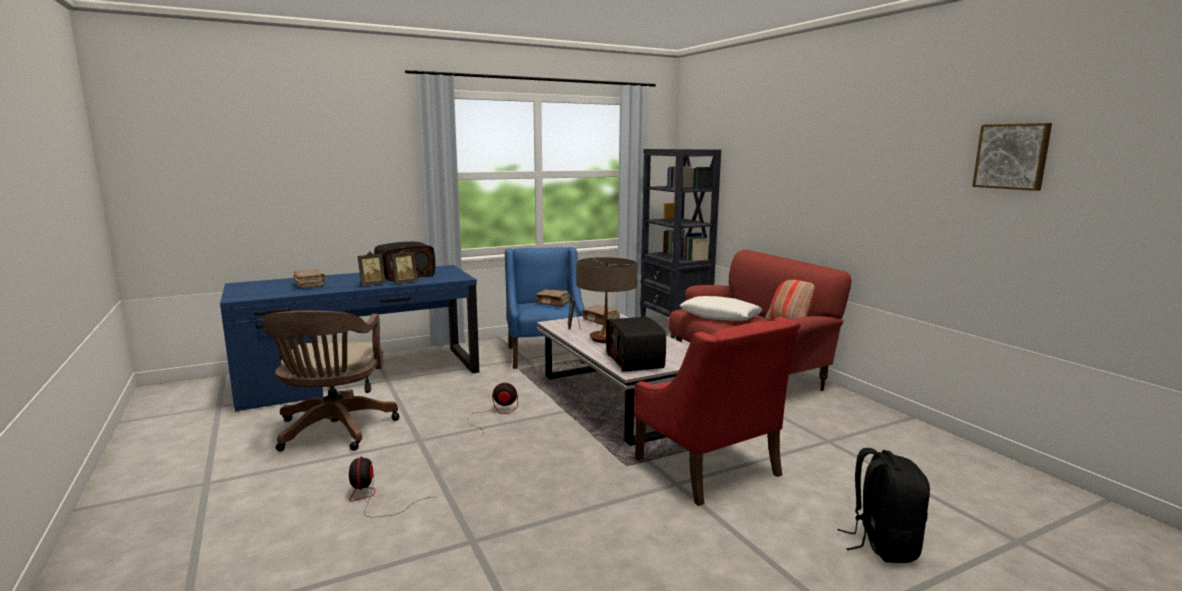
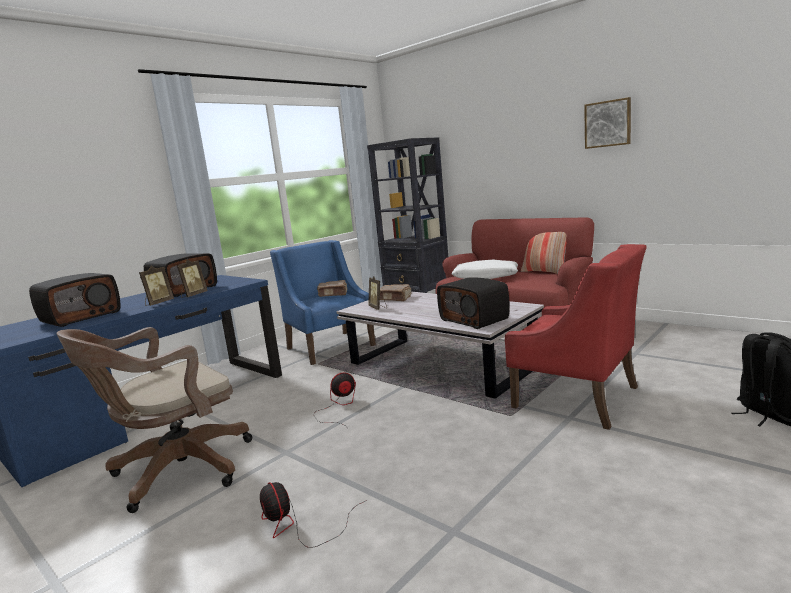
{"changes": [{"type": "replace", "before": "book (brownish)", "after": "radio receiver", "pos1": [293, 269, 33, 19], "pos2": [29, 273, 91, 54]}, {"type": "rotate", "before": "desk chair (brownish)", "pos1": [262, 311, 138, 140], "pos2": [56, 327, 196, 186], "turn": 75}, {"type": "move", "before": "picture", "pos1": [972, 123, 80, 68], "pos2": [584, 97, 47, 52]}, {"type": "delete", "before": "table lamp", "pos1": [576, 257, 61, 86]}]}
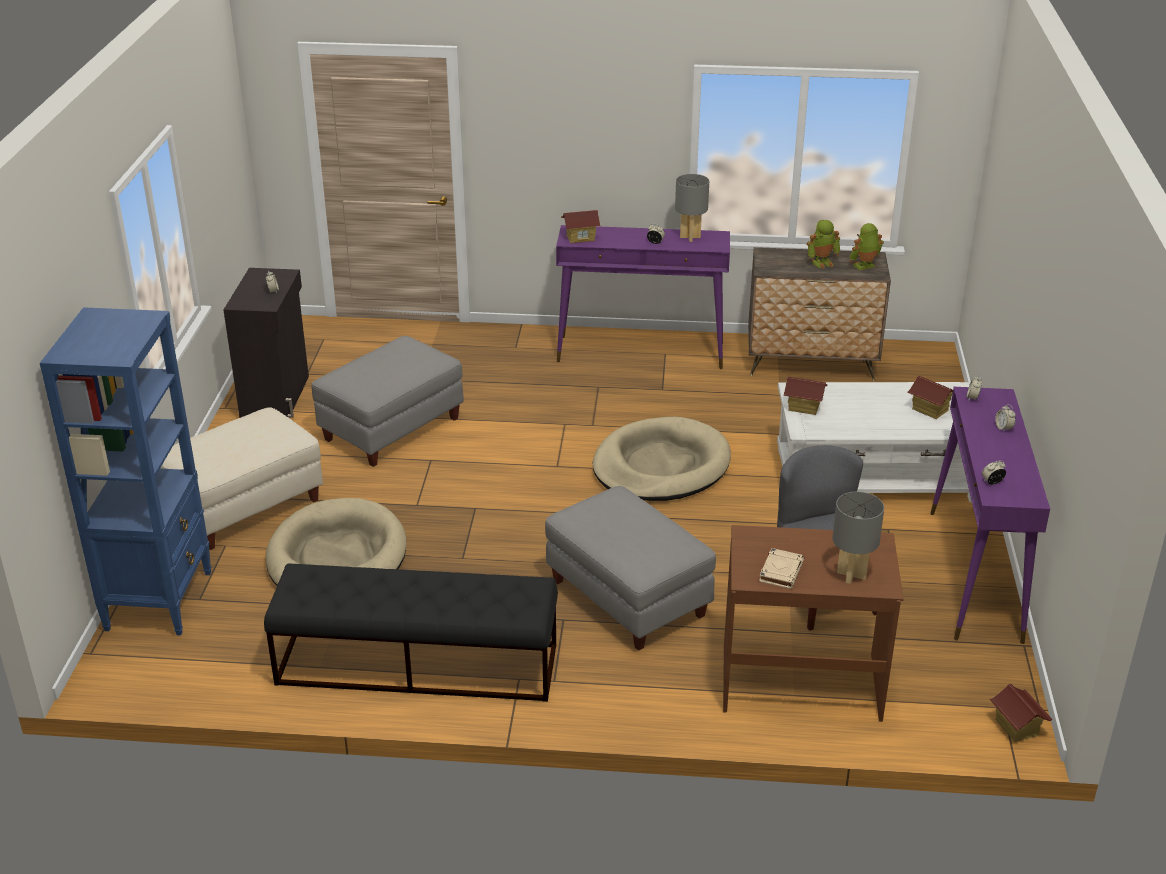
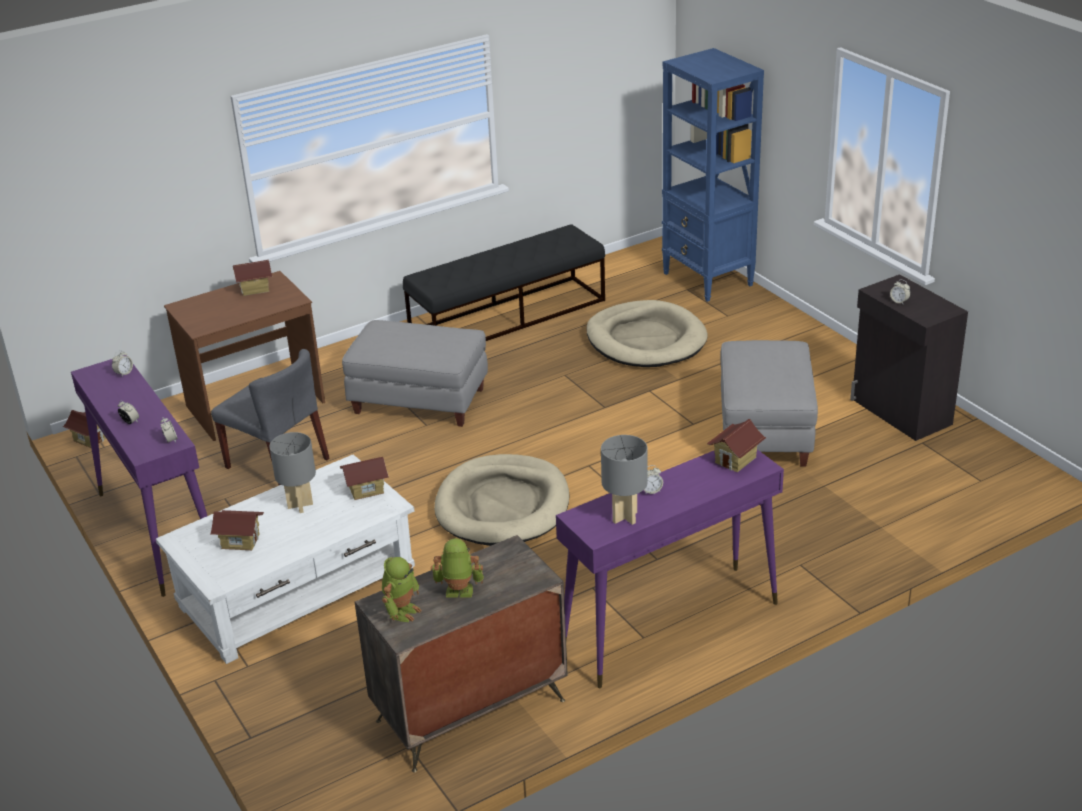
{"changes": [{"type": "replace", "before": "book (beige-coloured)", "after": "miniature house", "pos1": [759, 548, 45, 41], "pos2": [233, 260, 39, 36]}, {"type": "move", "before": "table lamp (greyish)", "pos1": [832, 492, 52, 92], "pos2": [269, 432, 47, 81]}, {"type": "rotate", "before": "toy robot", "pos1": [807, 220, 33, 49], "pos2": [431, 538, 53, 60], "turn": 60}, {"type": "delete", "before": "pouffe (beige-coloured)", "pos1": [161, 407, 162, 143]}]}
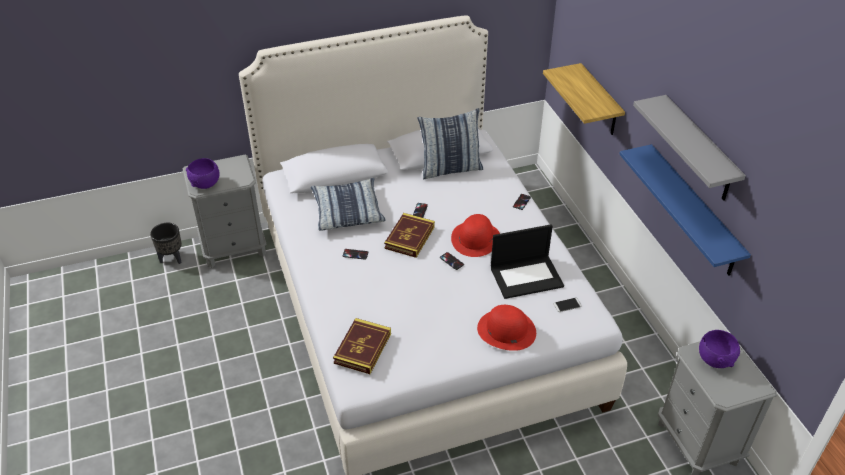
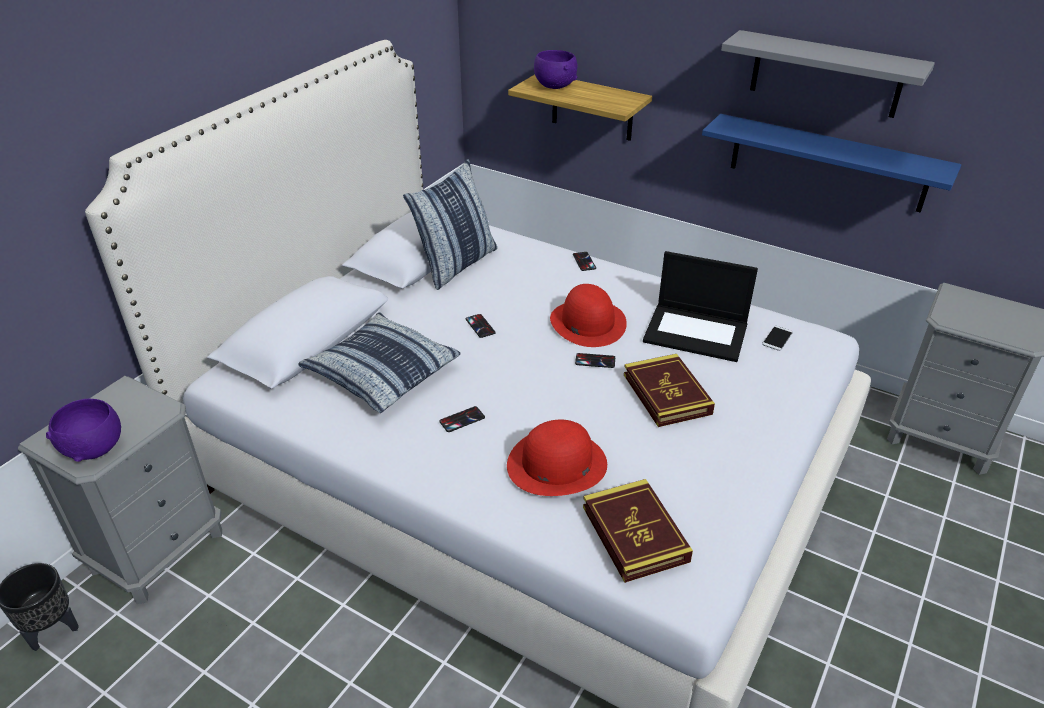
{"changes": [{"type": "move", "before": "hat (red-coloured)", "pos1": [477, 305, 59, 46], "pos2": [507, 420, 100, 76]}, {"type": "move", "before": "deep dish (purple)", "pos1": [699, 330, 41, 38], "pos2": [534, 50, 44, 39]}, {"type": "move", "before": "book", "pos1": [384, 213, 51, 45], "pos2": [624, 354, 91, 73]}, {"type": "rotate", "before": "notebook computer", "pos1": [491, 224, 73, 75], "pos2": [643, 251, 115, 111], "turn": 75}]}
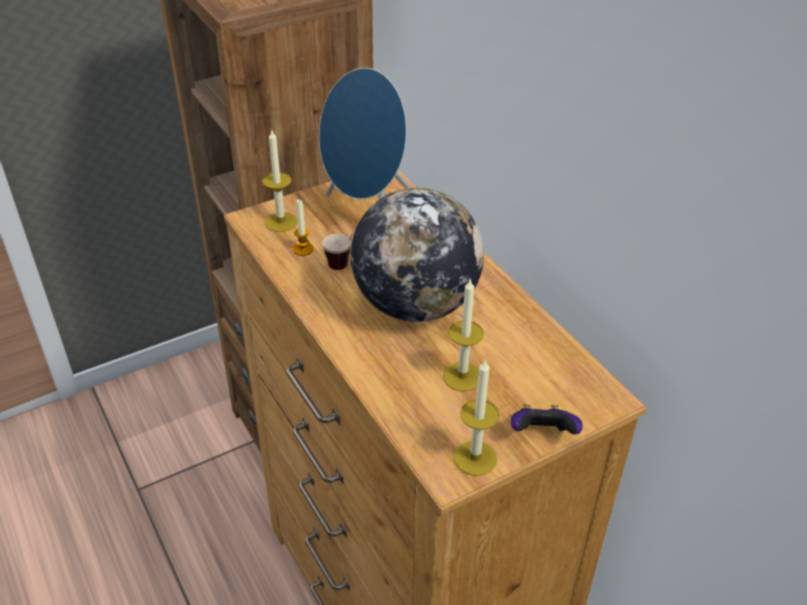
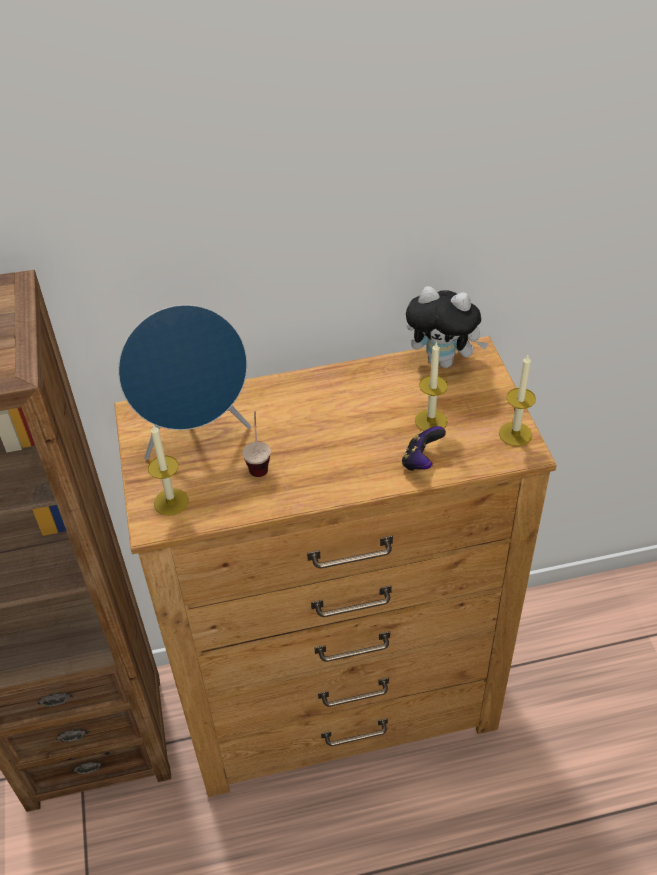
{"changes": [{"type": "move", "before": "gamepad", "pos1": [511, 404, 72, 31], "pos2": [402, 426, 44, 45]}, {"type": "insert", "after": "cuddly toy", "pos2": [406, 286, 83, 82]}, {"type": "delete", "before": "wax candle", "pos1": [293, 199, 21, 57]}, {"type": "delete", "before": "desk globe", "pos1": [351, 188, 133, 134]}]}
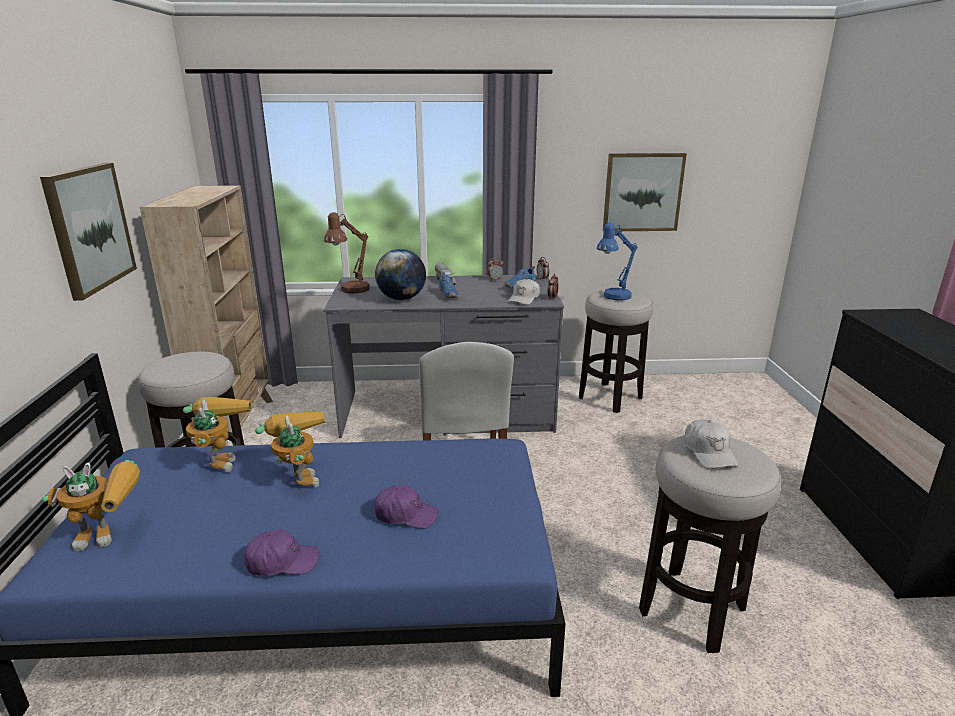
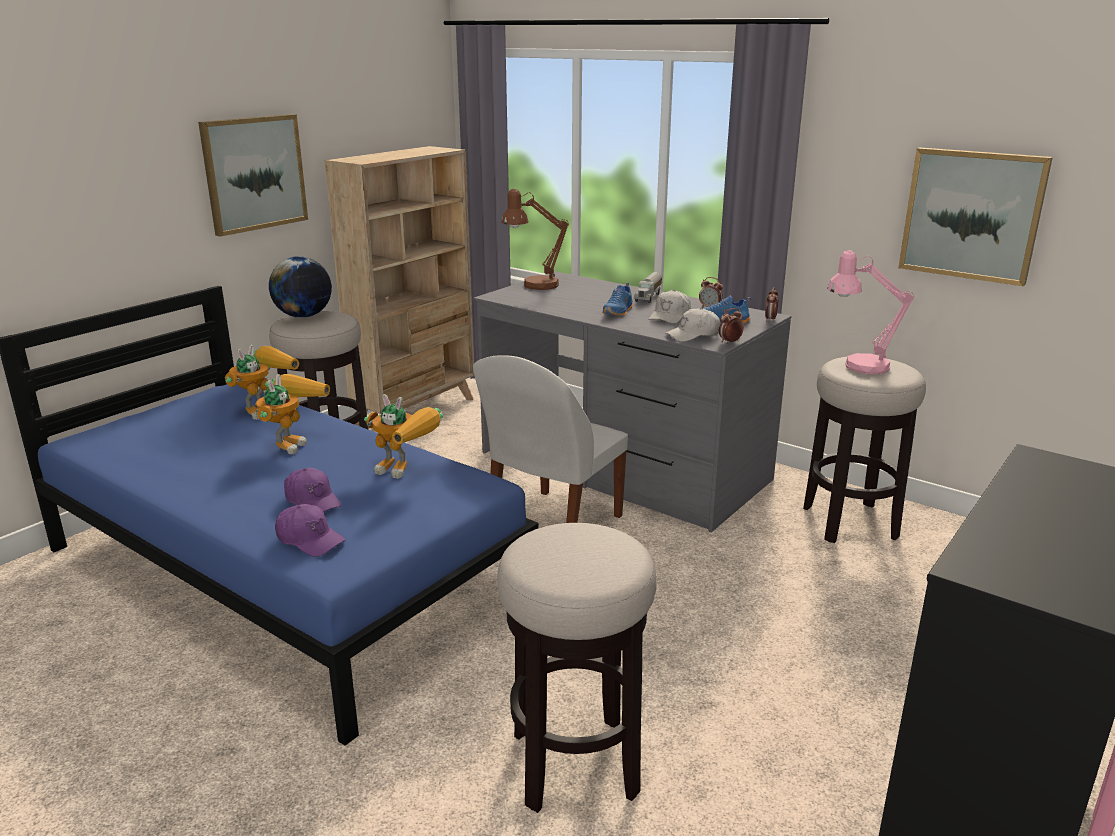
{"changes": [{"type": "move", "before": "desk globe", "pos1": [375, 249, 51, 51], "pos2": [269, 256, 63, 62]}, {"type": "move", "before": "baseball cap (purple)", "pos1": [244, 529, 75, 47], "pos2": [275, 504, 70, 53]}, {"type": "move", "before": "toy robot", "pos1": [42, 460, 98, 91], "pos2": [364, 394, 79, 85]}, {"type": "move", "before": "baseball cap (white-coloured)", "pos1": [685, 419, 54, 50], "pos2": [649, 290, 42, 34]}, {"type": "recolor", "before": "table lamp (blue-coloured)", "after": "table lamp (pink)", "pos1": [597, 223, 41, 77], "pos2": [827, 250, 87, 124]}]}
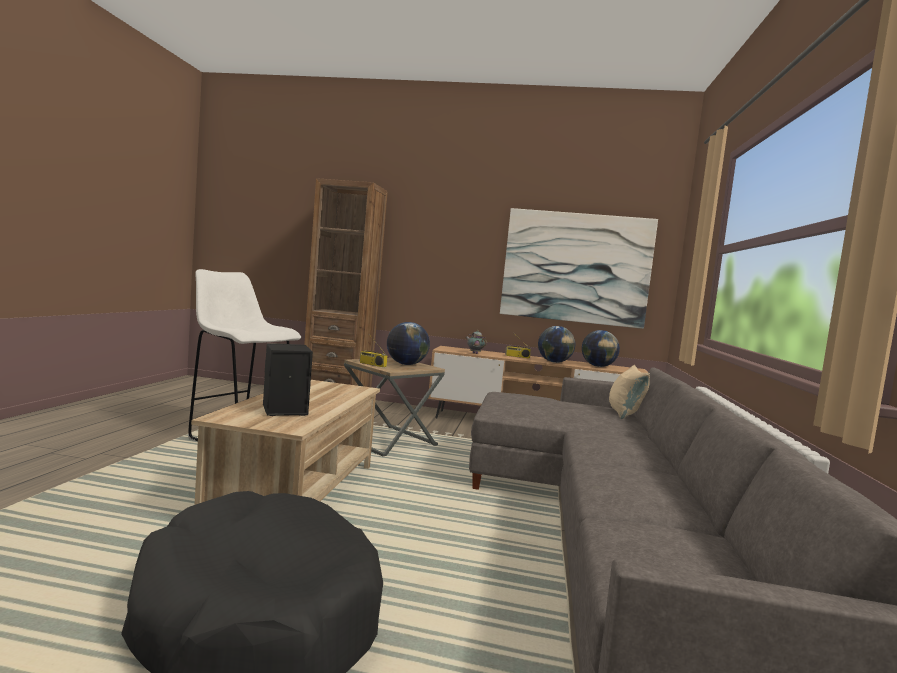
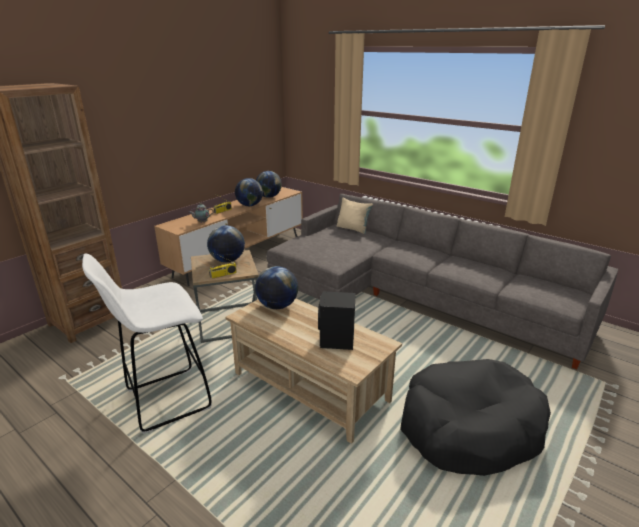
{"changes": [{"type": "insert", "after": "desk globe", "pos2": [255, 266, 43, 43]}, {"type": "delete", "before": "picture", "pos1": [500, 208, 158, 121]}]}
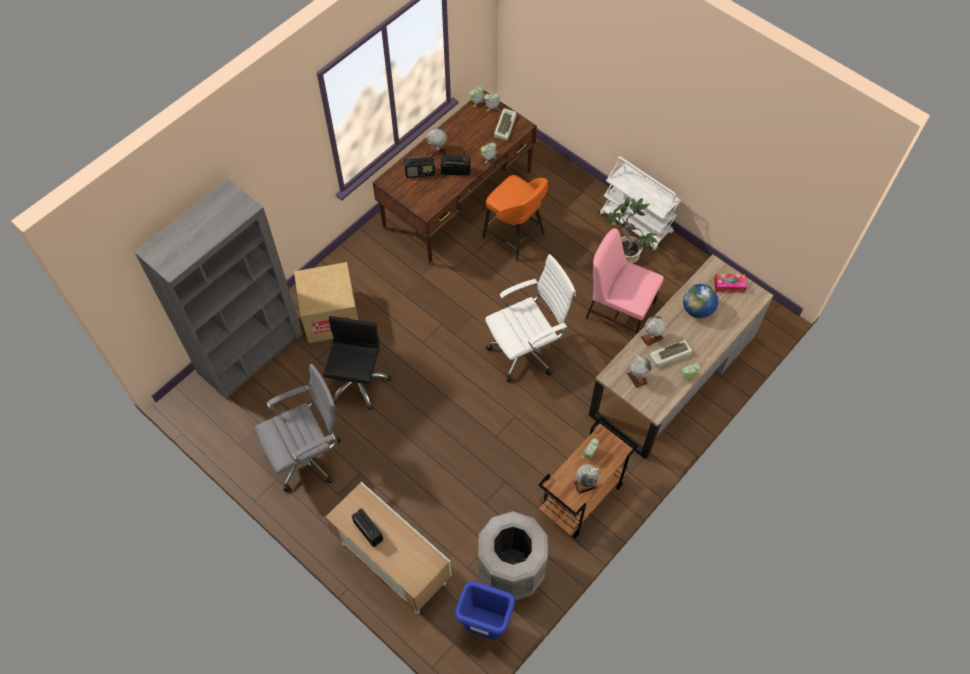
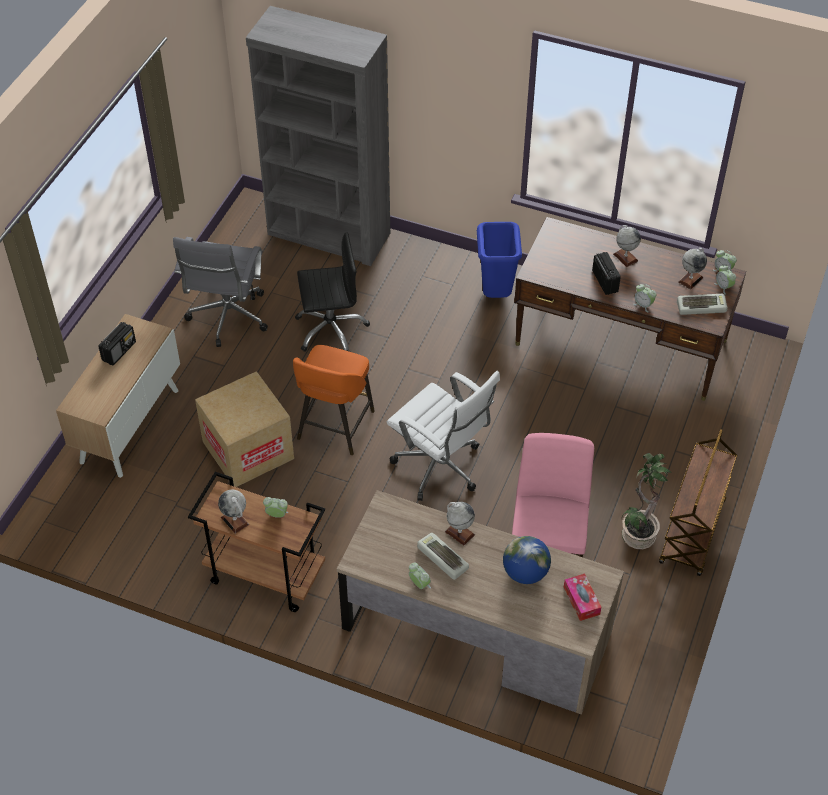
{"changes": [{"type": "rotate", "before": "desk chair (greyish)", "pos1": [255, 364, 86, 128], "pos2": [173, 237, 95, 110], "turn": 60}, {"type": "move", "before": "packing box", "pos1": [294, 262, 64, 81], "pos2": [195, 371, 99, 116]}, {"type": "move", "before": "stool seat (orangey)", "pos1": [482, 175, 66, 86], "pos2": [293, 345, 82, 110]}, {"type": "move", "before": "trash can (blue-coloured)", "pos1": [455, 581, 60, 59], "pos2": [477, 222, 45, 76]}, {"type": "recolor", "before": "trolley (white-coloured)", "after": "trolley (brownish)", "pos1": [599, 156, 82, 95], "pos2": [659, 429, 78, 147]}, {"type": "move", "before": "desk globe", "pos1": [627, 355, 24, 33], "pos2": [678, 248, 29, 42]}, {"type": "delete", "before": "radio receiver", "pos1": [404, 156, 31, 22]}, {"type": "delete", "before": "trash can (greyish)", "pos1": [478, 511, 70, 90]}]}
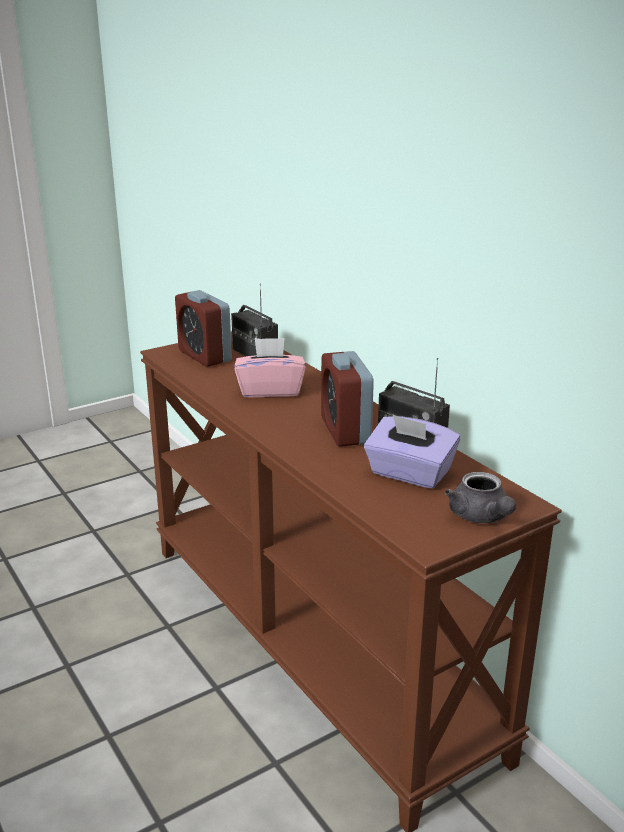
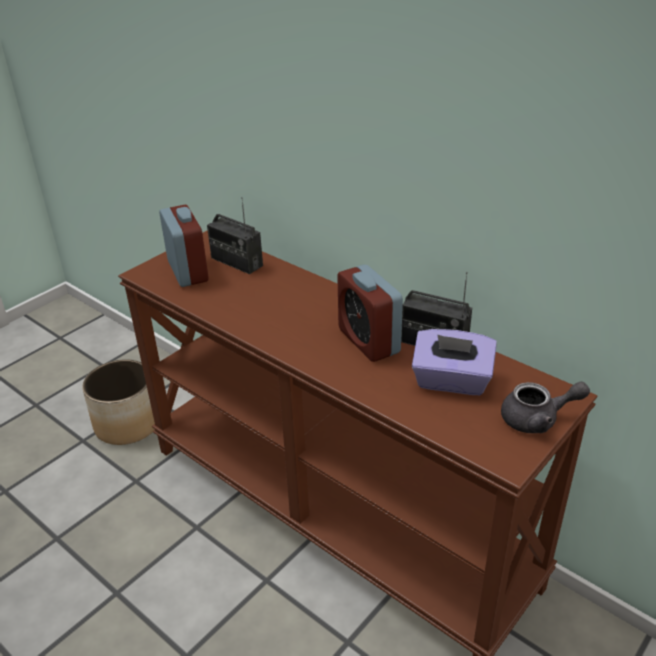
{"changes": [{"type": "insert", "after": "planter", "pos2": [82, 359, 73, 86]}, {"type": "rotate", "before": "alarm clock", "pos1": [175, 290, 57, 77], "pos2": [159, 205, 50, 82], "turn": -150}, {"type": "rotate", "before": "tea pot (greyish)", "pos1": [445, 472, 71, 51], "pos2": [501, 382, 89, 51], "turn": -60}, {"type": "delete", "before": "tissue holder (pink)", "pos1": [234, 338, 72, 60]}]}
